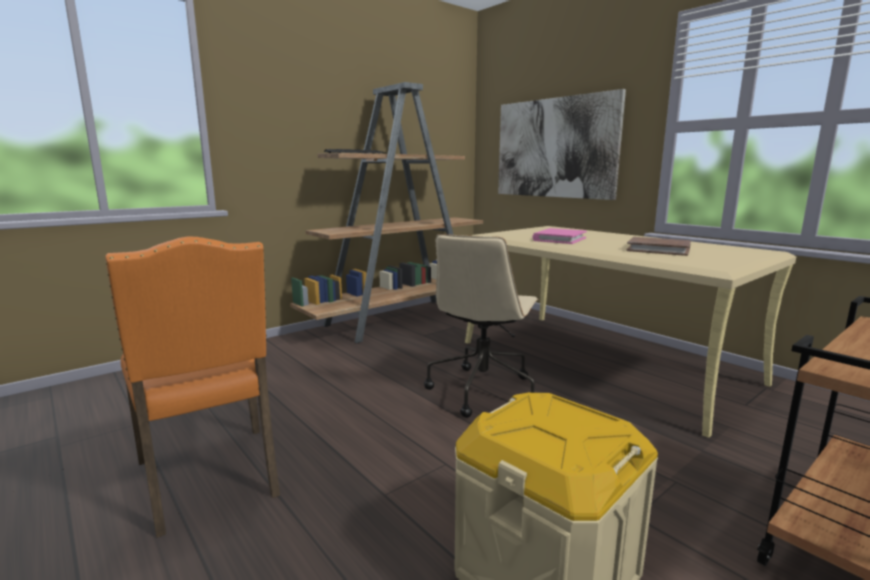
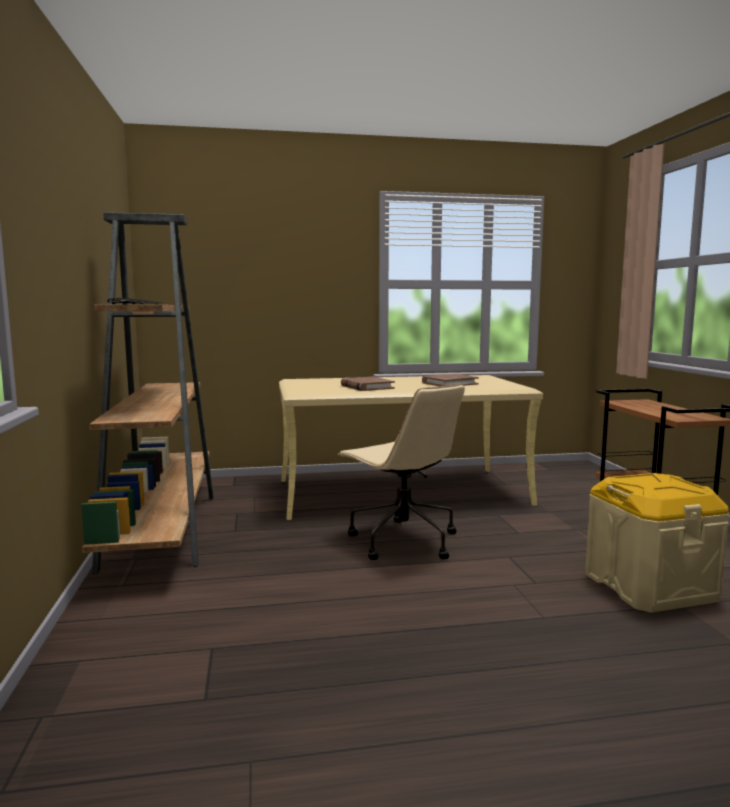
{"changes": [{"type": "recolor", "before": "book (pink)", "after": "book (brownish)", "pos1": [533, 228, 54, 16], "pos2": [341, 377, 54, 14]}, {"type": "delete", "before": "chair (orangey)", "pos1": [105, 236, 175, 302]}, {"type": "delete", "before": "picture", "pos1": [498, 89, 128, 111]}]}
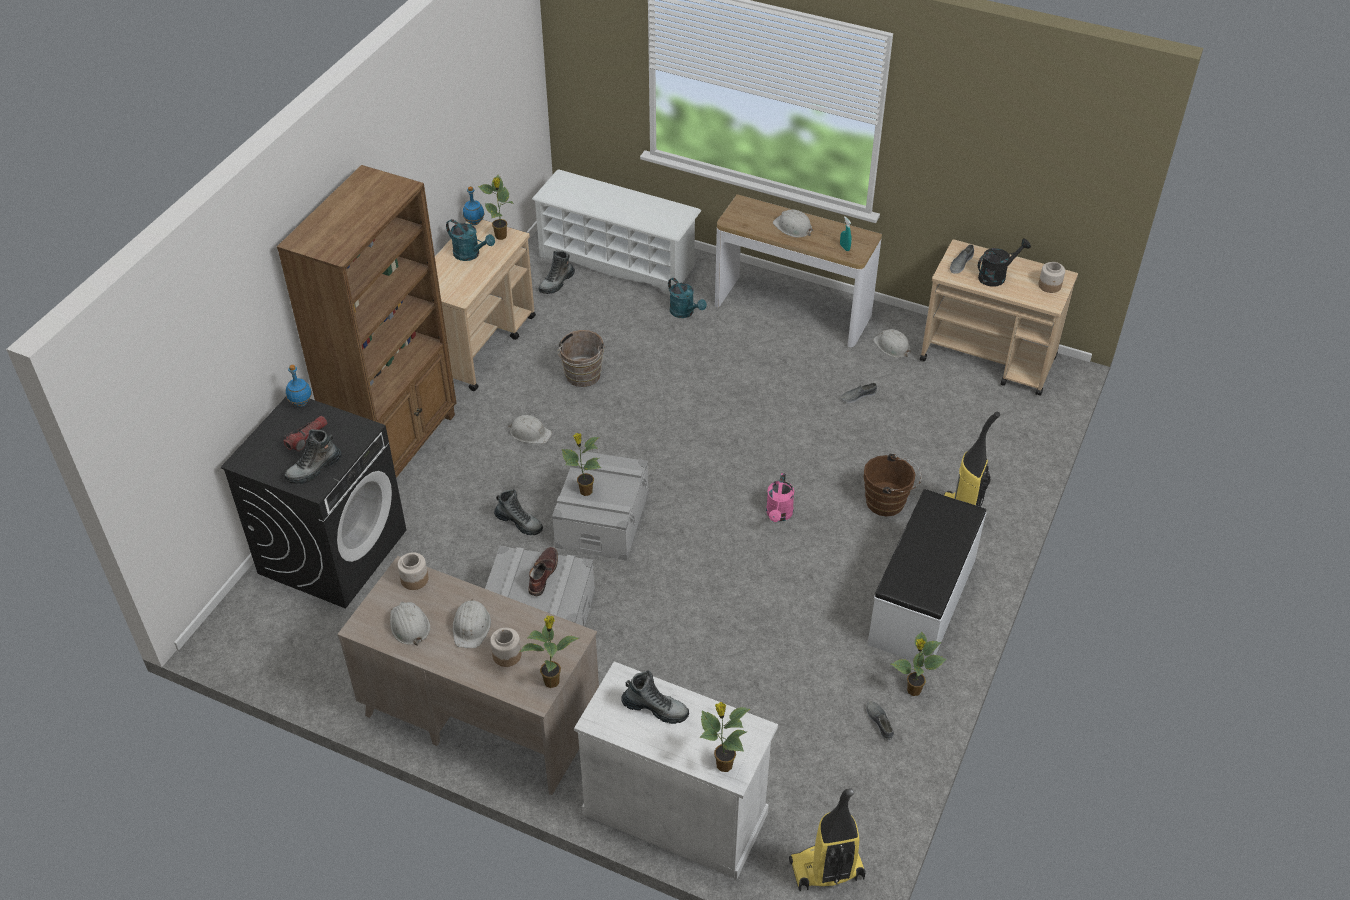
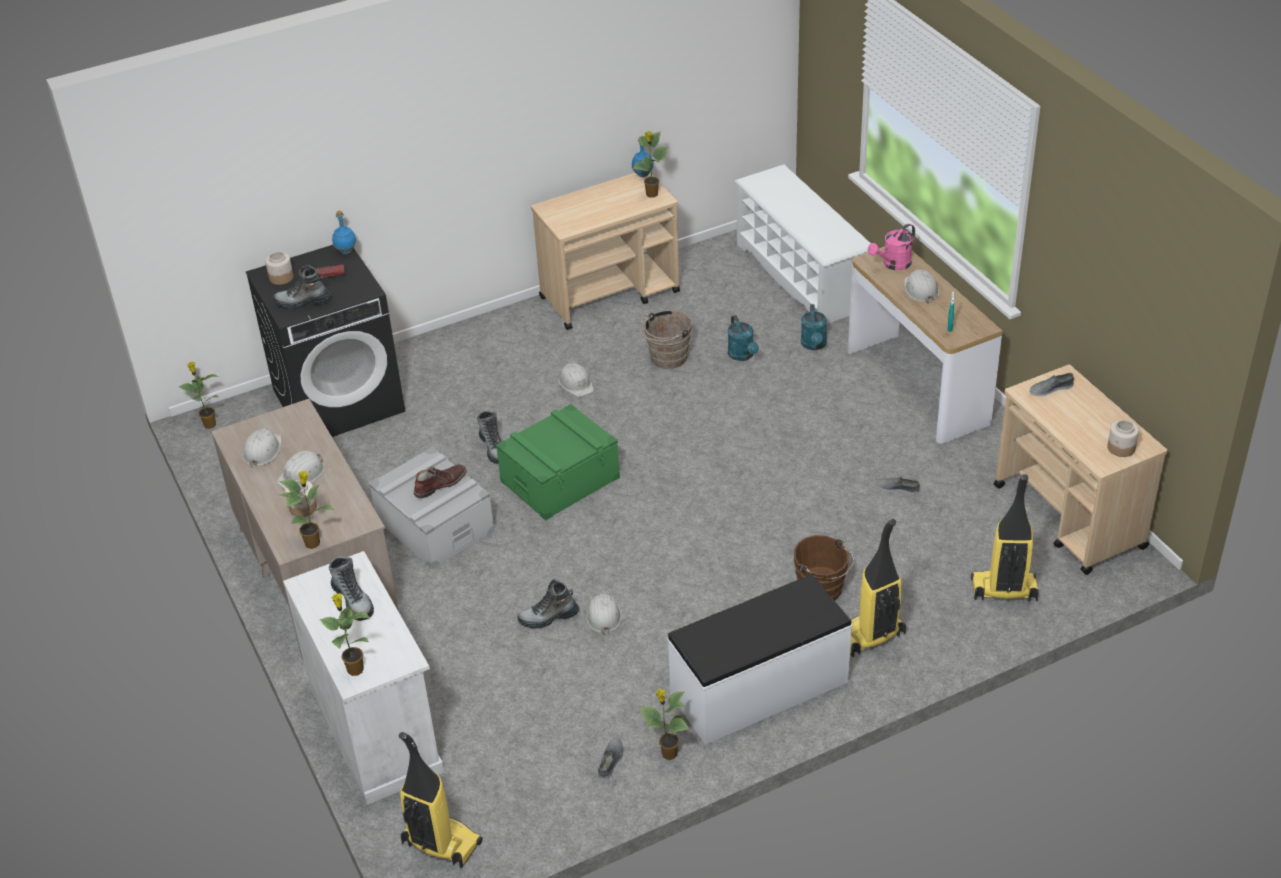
{"changes": [{"type": "move", "before": "potted plant", "pos1": [562, 433, 39, 63], "pos2": [179, 361, 40, 68]}, {"type": "move", "before": "jar", "pos1": [398, 552, 31, 38], "pos2": [265, 252, 29, 33]}, {"type": "recolor", "before": "storage box (greyish)", "after": "storage box (greenish)", "pos1": [552, 450, 97, 111], "pos2": [496, 404, 124, 117]}, {"type": "move", "before": "high-top boot", "pos1": [538, 251, 37, 43], "pos2": [518, 579, 61, 50]}, {"type": "move", "before": "work helmet (white-coloured)", "pos1": [873, 329, 38, 29], "pos2": [586, 593, 36, 42]}, {"type": "move", "before": "watering can (turquoise)", "pos1": [446, 219, 49, 42], "pos2": [728, 315, 31, 46]}, {"type": "move", "before": "watering can (pink)", "pos1": [766, 473, 28, 49], "pos2": [868, 224, 47, 46]}, {"type": "insert", "after": "hoover", "pos2": [971, 474, 68, 127]}, {"type": "delete", "before": "bookshelf (brownish)", "pos1": [277, 165, 179, 313]}, {"type": "delete", "before": "watering can (black)", "pos1": [978, 239, 53, 48]}]}
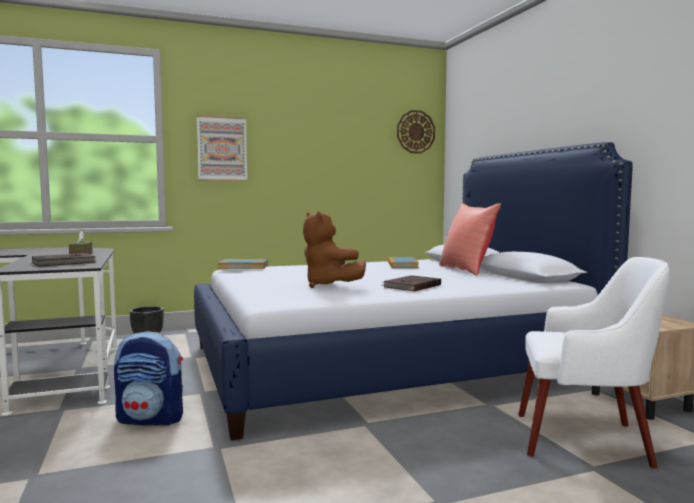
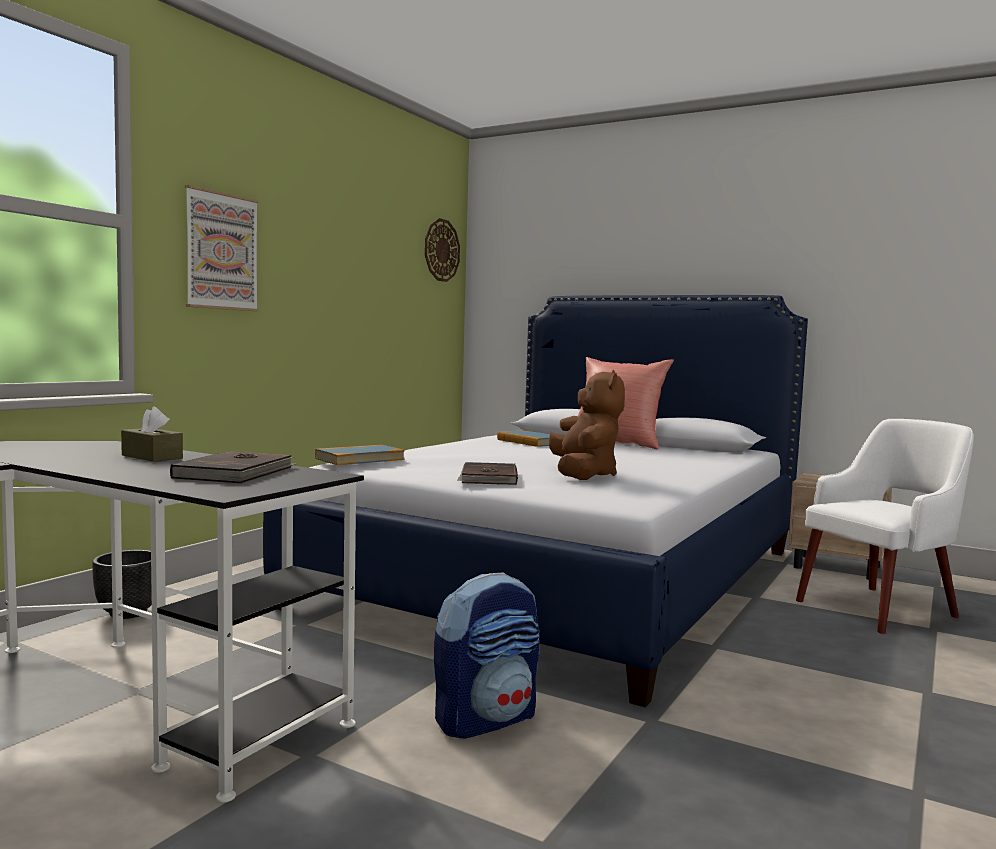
{"changes": [{"type": "move", "before": "book (brownish)", "pos1": [382, 275, 59, 17], "pos2": [457, 462, 61, 23]}, {"type": "rotate", "before": "cuddly toy (brownish)", "pos1": [303, 211, 63, 77], "pos2": [549, 370, 76, 110], "turn": -105}]}
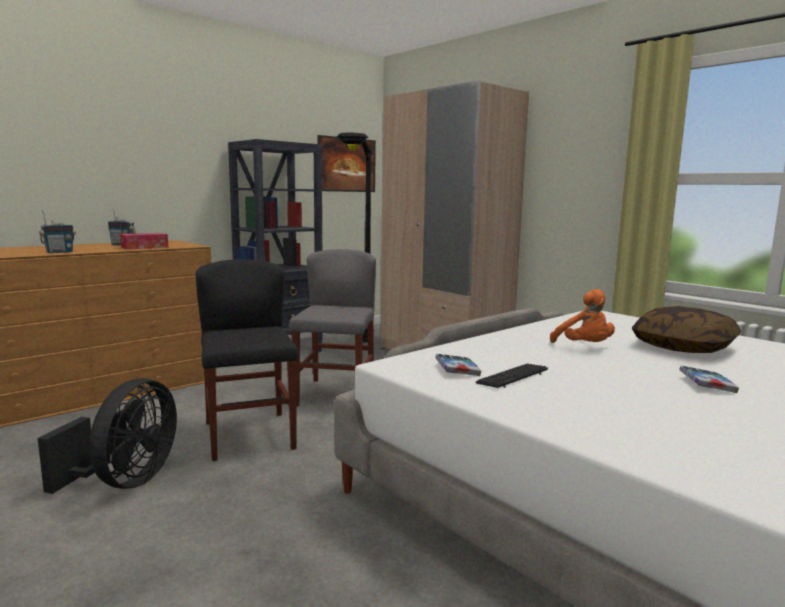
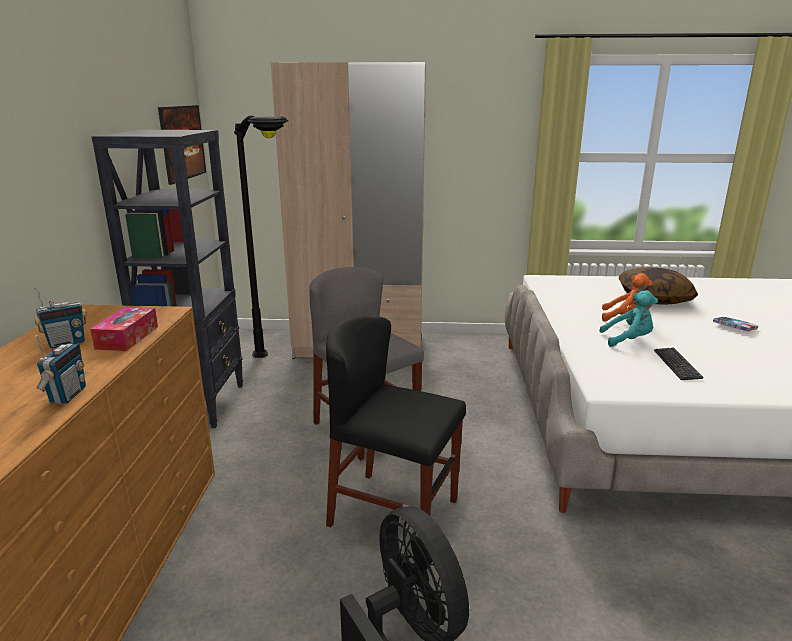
{"changes": [{"type": "insert", "after": "cuddly toy (turquoise)", "pos2": [599, 290, 59, 57]}, {"type": "delete", "before": "book", "pos1": [435, 354, 46, 22]}]}
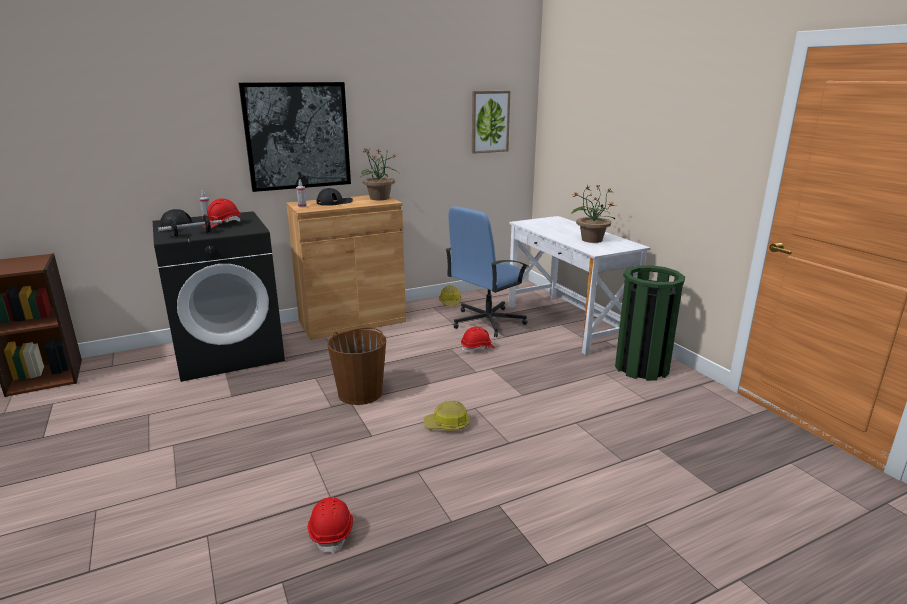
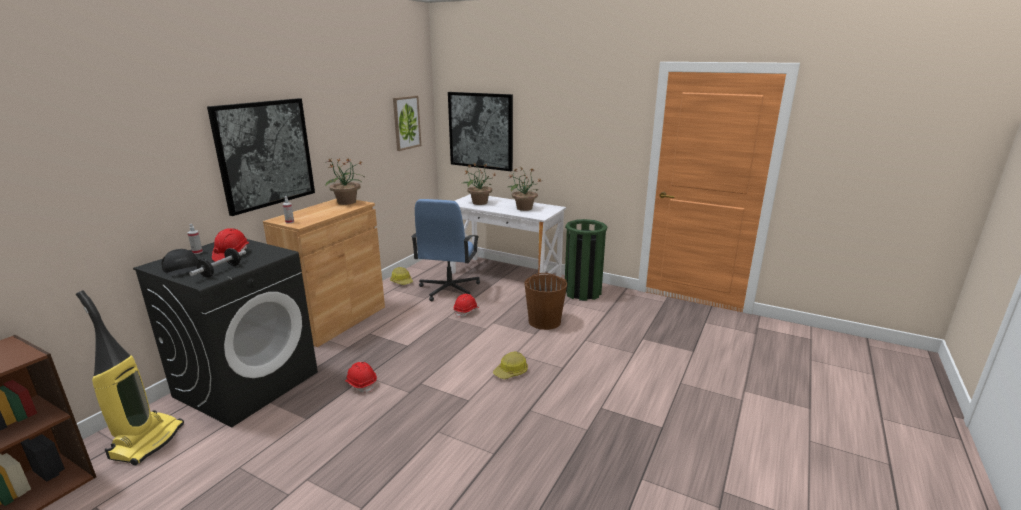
{"changes": [{"type": "insert", "after": "hoover", "pos2": [76, 290, 108, 176]}, {"type": "move", "before": "work helmet (red-coloured)", "pos1": [308, 497, 45, 57], "pos2": [345, 362, 32, 31]}, {"type": "insert", "after": "picture", "pos2": [448, 92, 65, 79]}, {"type": "insert", "after": "potted plant", "pos2": [463, 163, 33, 42]}, {"type": "move", "before": "water bucket (brownish)", "pos1": [327, 327, 59, 78], "pos2": [524, 273, 43, 57]}, {"type": "delete", "before": "baseball cap (black)", "pos1": [317, 188, 36, 18]}]}
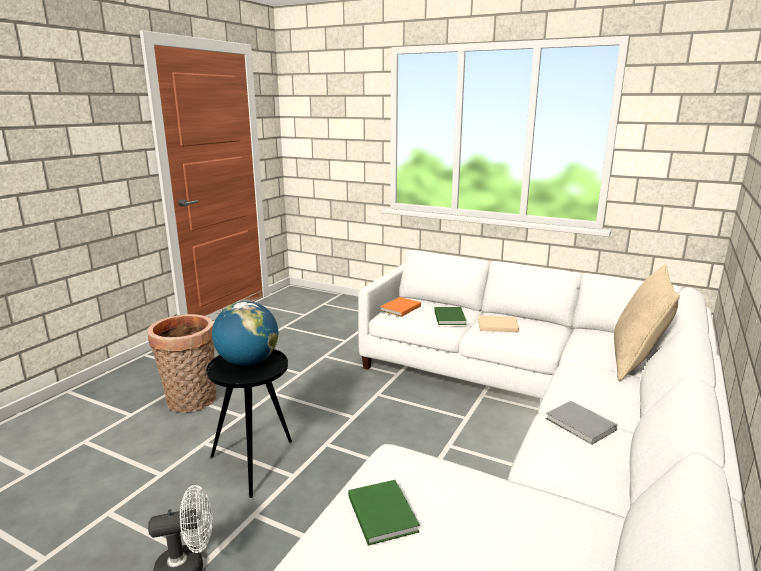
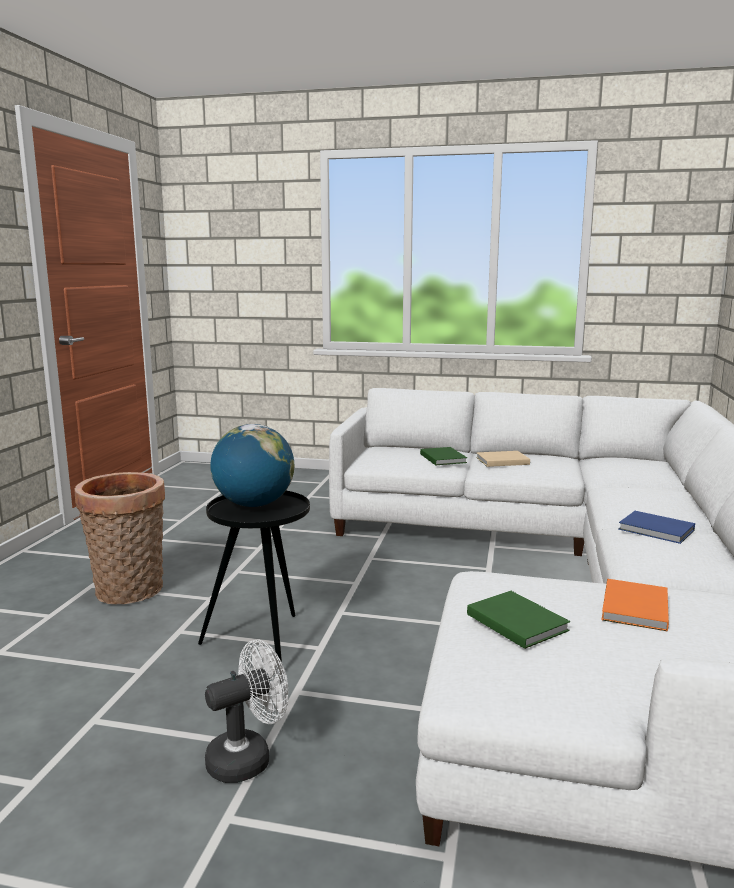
{"changes": [{"type": "move", "before": "book (orangey)", "pos1": [380, 297, 41, 20], "pos2": [602, 579, 67, 52]}, {"type": "recolor", "before": "book (greyish)", "after": "book (blue-coloured)", "pos1": [546, 401, 71, 44], "pos2": [619, 511, 76, 33]}, {"type": "delete", "before": "cushion (beige-coloured)", "pos1": [614, 264, 66, 117]}]}
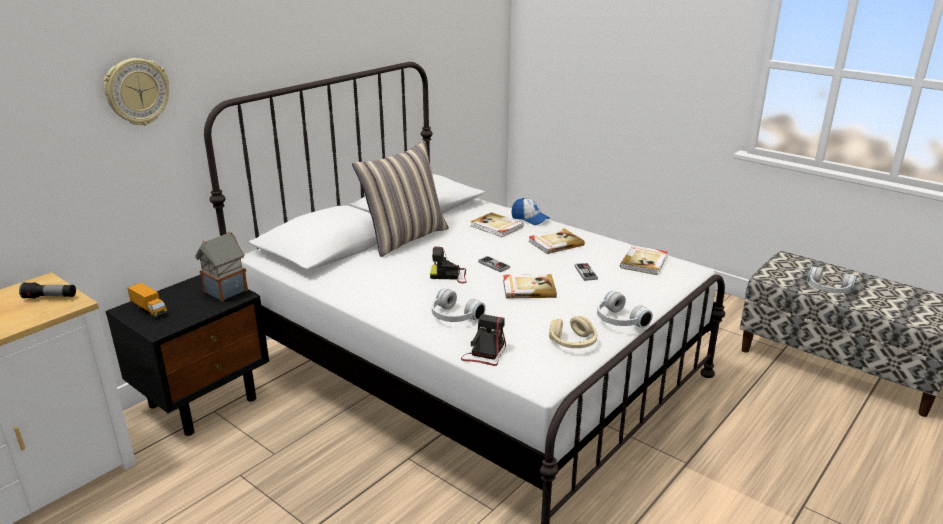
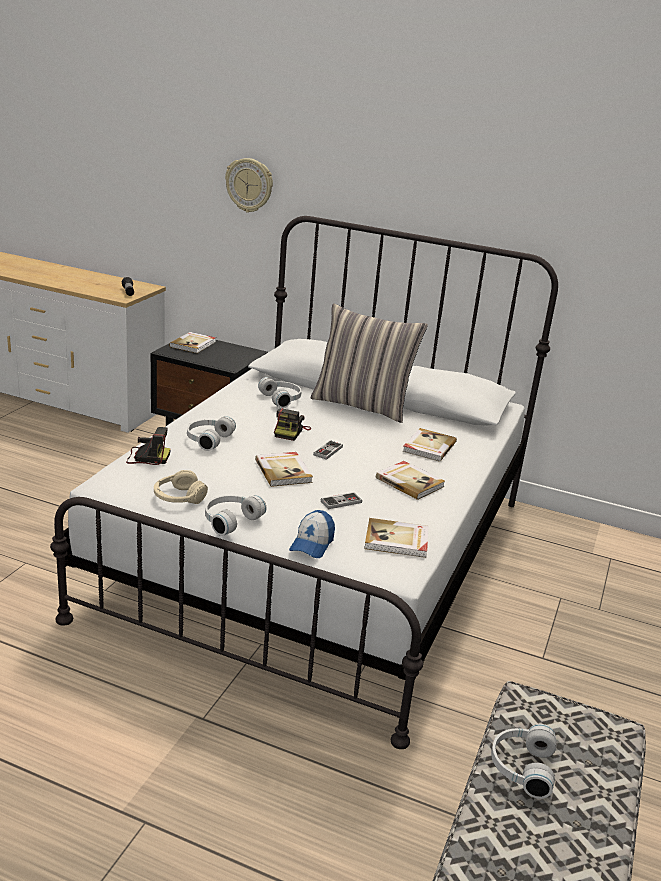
{"changes": [{"type": "replace", "before": "toy lorry", "after": "book", "pos1": [127, 283, 41, 35], "pos2": [169, 332, 47, 21]}, {"type": "insert", "after": "headset (white-coloured)", "pos2": [258, 377, 44, 31]}, {"type": "rotate", "before": "still camera", "pos1": [430, 247, 37, 36], "pos2": [274, 408, 37, 33], "turn": -150}, {"type": "move", "before": "baseball cap", "pos1": [511, 198, 39, 27], "pos2": [289, 510, 46, 48]}, {"type": "delete", "before": "miniature house", "pos1": [195, 232, 53, 70]}]}
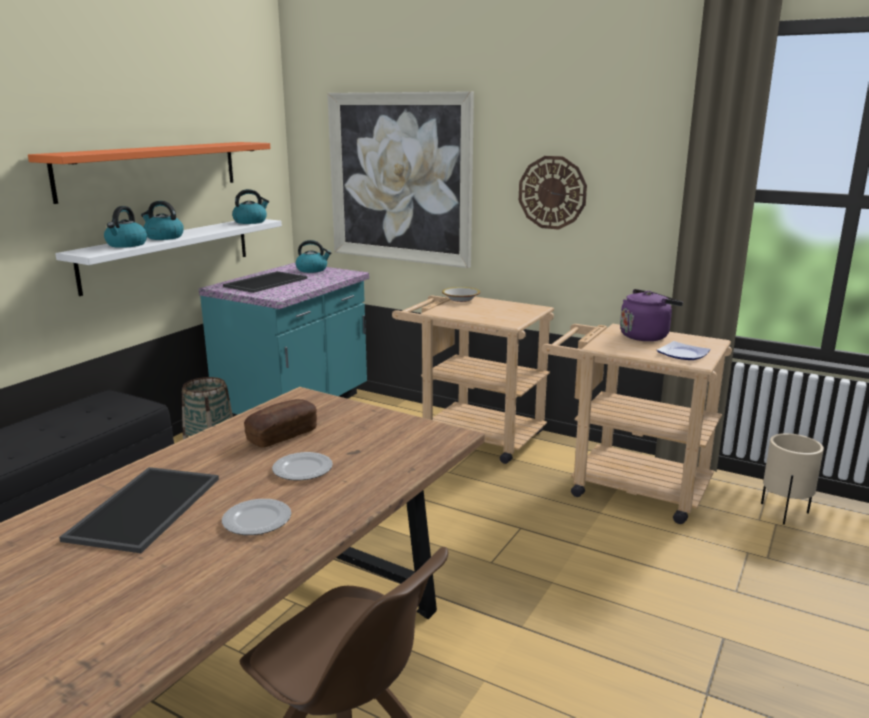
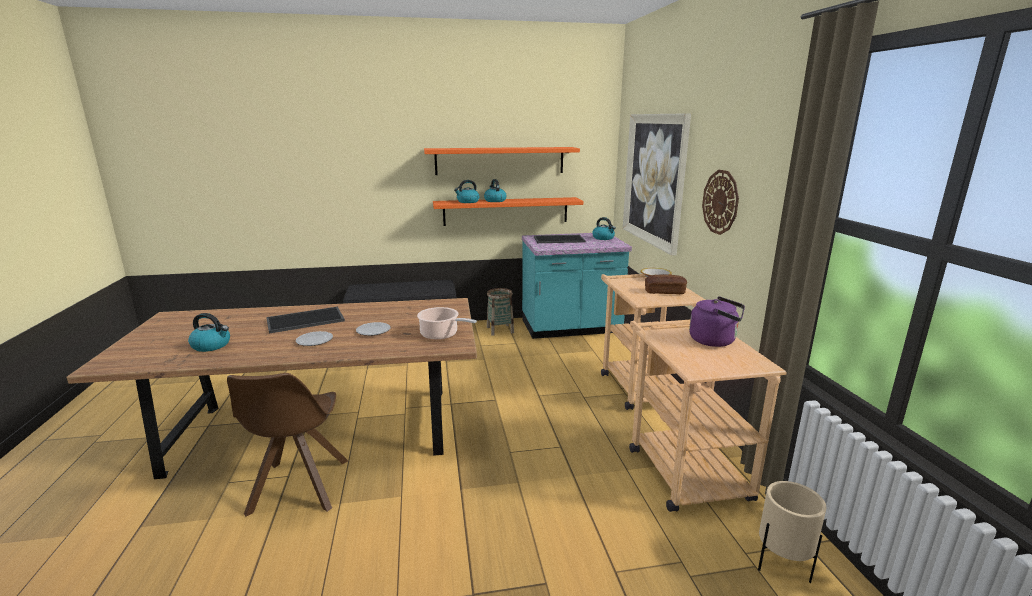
{"changes": [{"type": "move", "before": "kettle", "pos1": [232, 189, 37, 35], "pos2": [188, 313, 42, 39]}, {"type": "insert", "after": "saucepot", "pos2": [417, 307, 60, 33]}, {"type": "recolor", "before": "wall shelf (white-coloured)", "after": "wall shelf (orangey)", "pos1": [55, 219, 227, 77], "pos2": [433, 197, 150, 29]}, {"type": "move", "before": "bread", "pos1": [244, 399, 73, 48], "pos2": [645, 274, 42, 20]}, {"type": "delete", "before": "flat dish", "pos1": [657, 341, 54, 19]}]}
